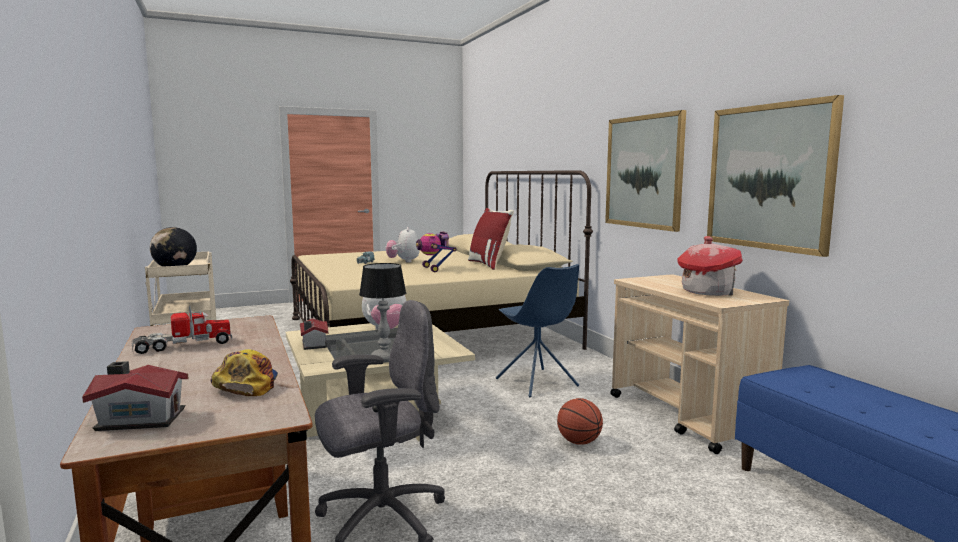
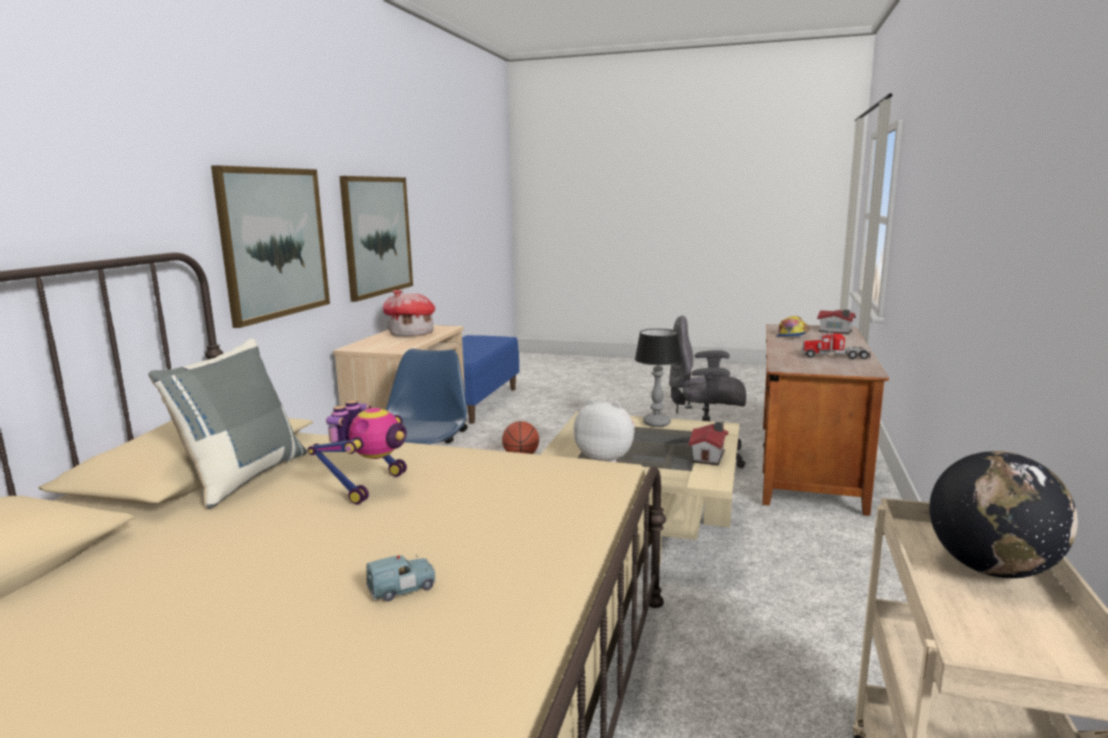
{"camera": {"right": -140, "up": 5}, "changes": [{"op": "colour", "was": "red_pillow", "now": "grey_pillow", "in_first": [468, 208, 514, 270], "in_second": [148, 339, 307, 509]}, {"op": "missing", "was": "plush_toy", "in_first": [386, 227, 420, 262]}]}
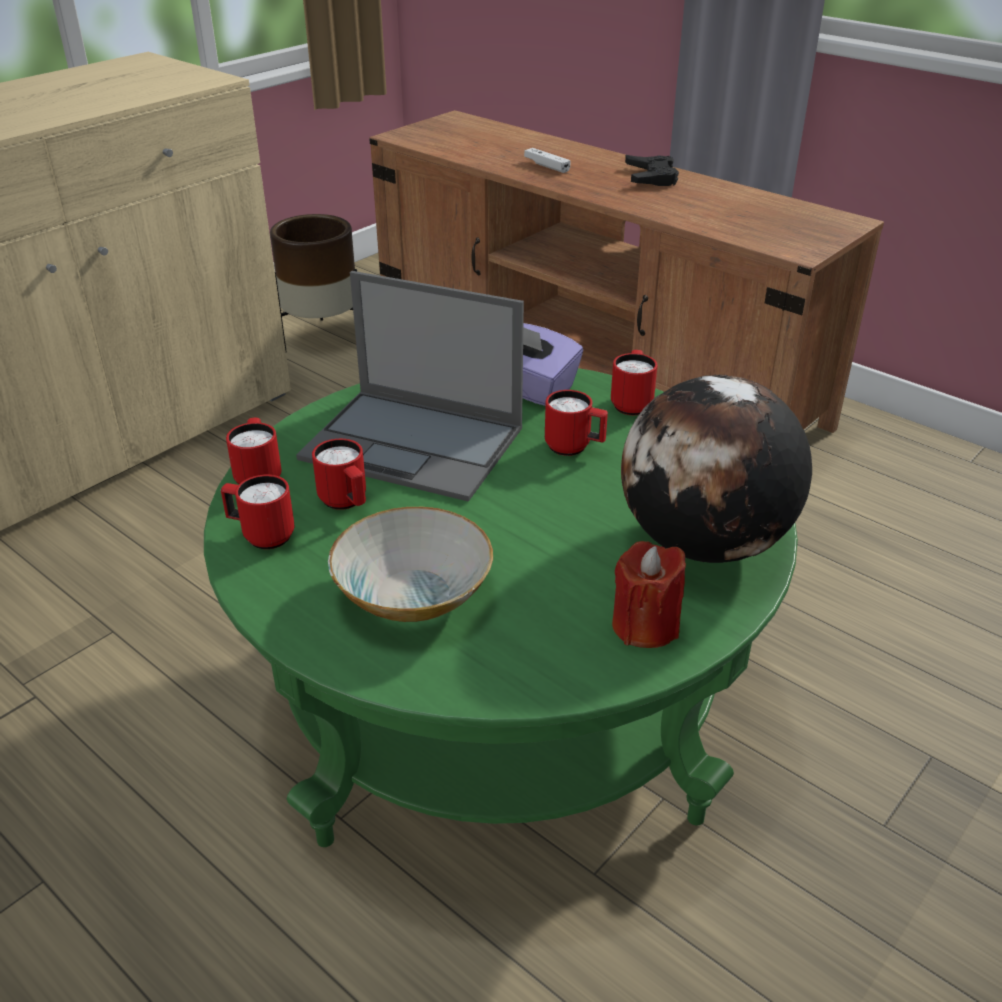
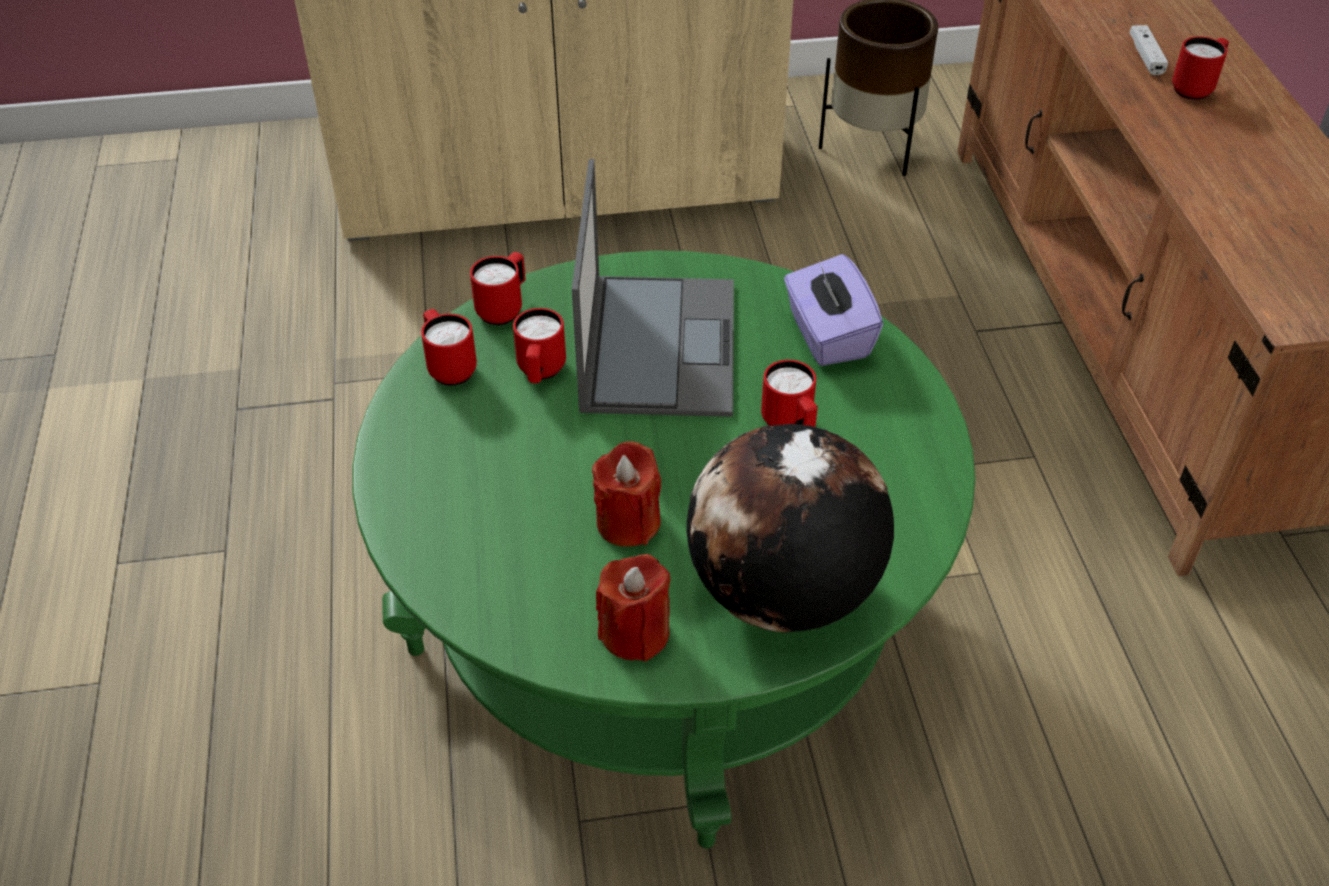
{"camera": {"right": 40, "up": 10}, "changes": [{"op": "missing", "was": "black_game_controller", "in_first": [625, 155, 679, 186]}, {"op": "spun", "was": "laptop", "in_first": [296, 271, 524, 502], "in_second": [572, 159, 734, 417], "clockwise": -150}, {"op": "relocated", "was": "red_mug", "in_first": [611, 350, 657, 415], "in_second": [1172, 36, 1229, 100]}, {"op": "missing", "was": "bowl", "in_first": [328, 507, 493, 622]}, {"op": "appeared", "now": "red_candle", "in_second": [592, 441, 661, 547]}]}
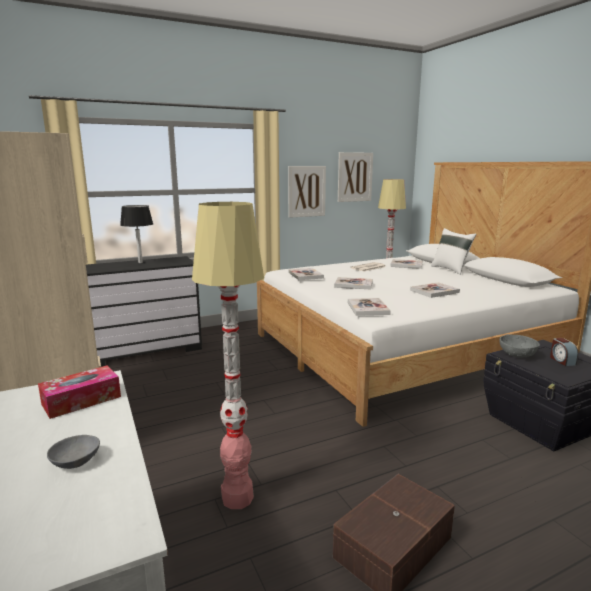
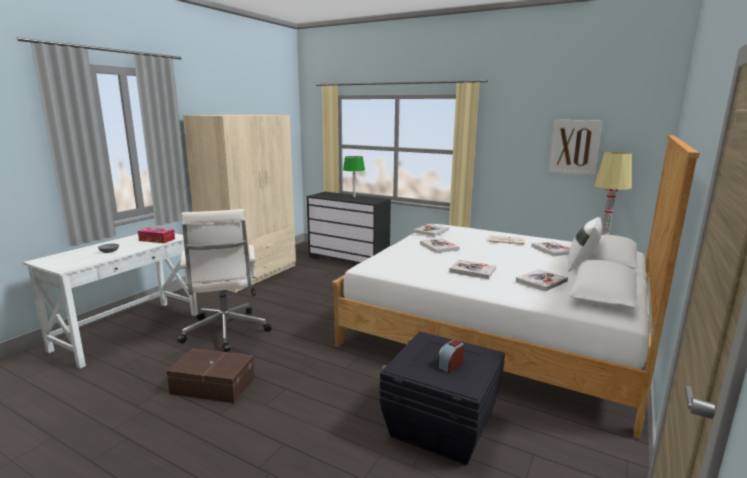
{"camera": {"right": 55, "up": 0}, "changes": [{"op": "missing", "was": "picture", "in_first": [288, 166, 326, 218]}, {"op": "exchanged", "was": "floor_lamp", "now": "white_office_chair", "in_first": [192, 202, 264, 509], "in_second": [177, 209, 272, 352]}, {"op": "colour", "was": "black_table_lamp", "now": "green_table_lamp", "in_first": [120, 205, 153, 263], "in_second": [343, 156, 365, 197]}, {"op": "relocated", "was": "book", "in_first": [348, 298, 391, 316], "in_second": [516, 269, 568, 291]}, {"op": "missing", "was": "grey_bowl", "in_first": [499, 334, 540, 358]}]}
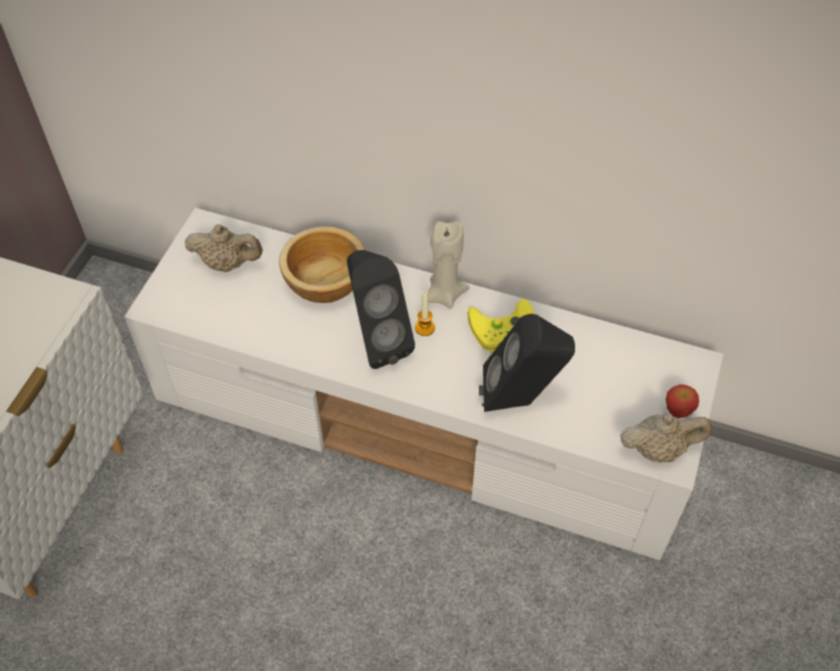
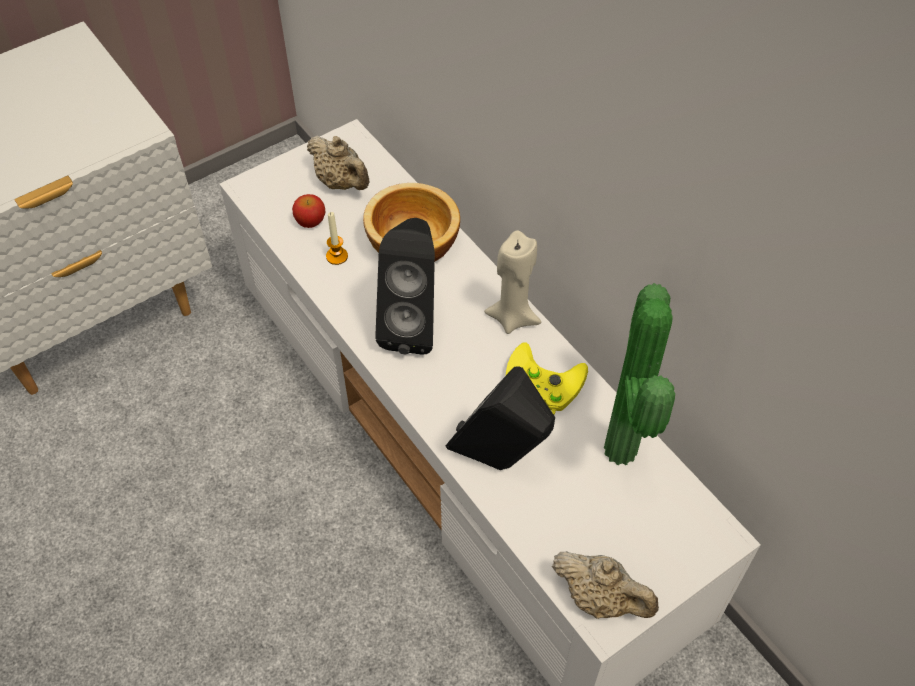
{"camera": {"right": 35, "up": 0}, "changes": [{"op": "relocated", "was": "candle", "in_first": [415, 290, 435, 336], "in_second": [326, 212, 348, 265]}, {"op": "relocated", "was": "apple", "in_first": [666, 384, 699, 418], "in_second": [292, 194, 326, 228]}, {"op": "appeared", "now": "potted_plant", "in_second": [604, 283, 675, 465]}]}
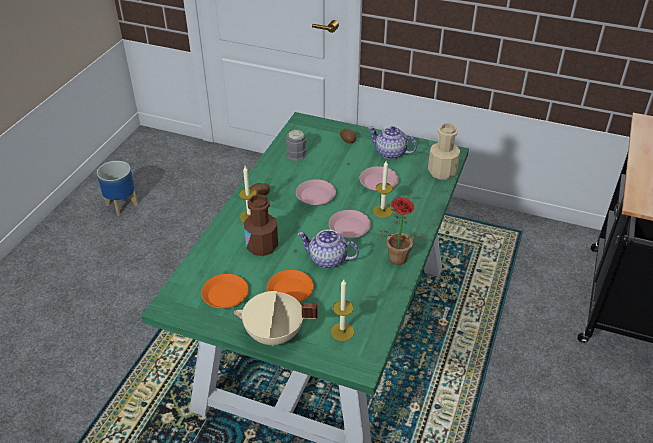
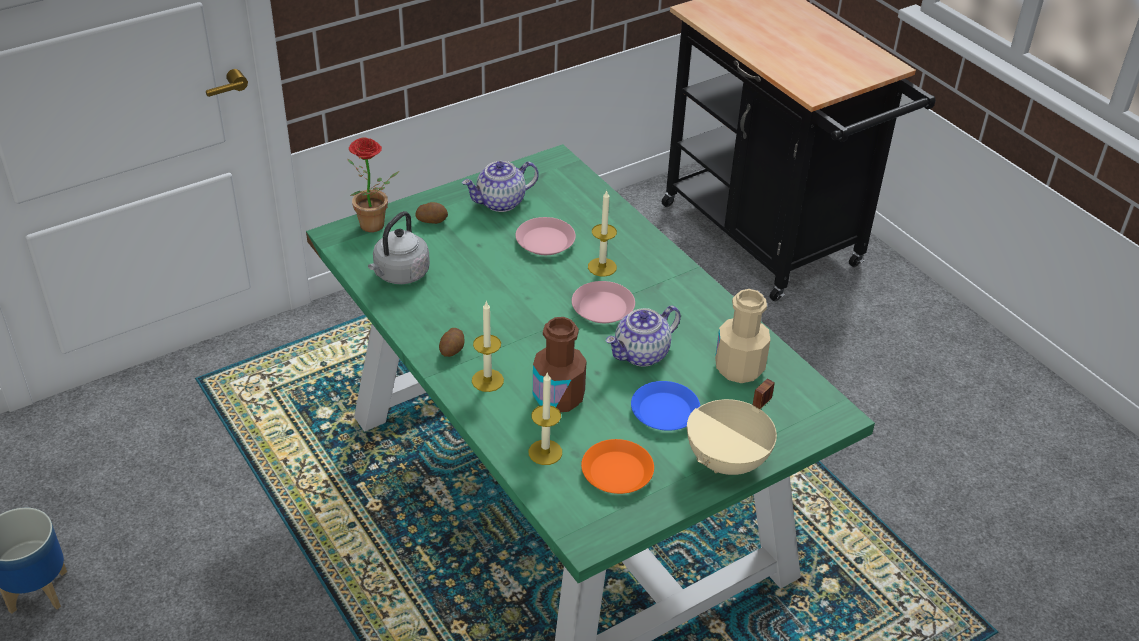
{"camera": {"right": -55, "up": 0}, "changes": [{"op": "relocated", "was": "beige_bottle", "in_first": [428, 123, 460, 180], "in_second": [715, 289, 770, 383]}, {"op": "exchanged", "was": "grey_mug", "now": "grey_kettle", "in_first": [286, 129, 306, 161], "in_second": [368, 211, 430, 284]}, {"op": "missing", "was": "pink_plate", "in_first": [296, 179, 336, 206]}, {"op": "relocated", "was": "potted_plant", "in_first": [378, 198, 429, 265], "in_second": [348, 138, 399, 232]}, {"op": "colour", "was": "orange_plate", "now": "blue_plate", "in_first": [267, 270, 314, 302], "in_second": [631, 381, 700, 431]}, {"op": "relocated", "was": "candle", "in_first": [331, 279, 354, 341], "in_second": [529, 373, 562, 465]}]}
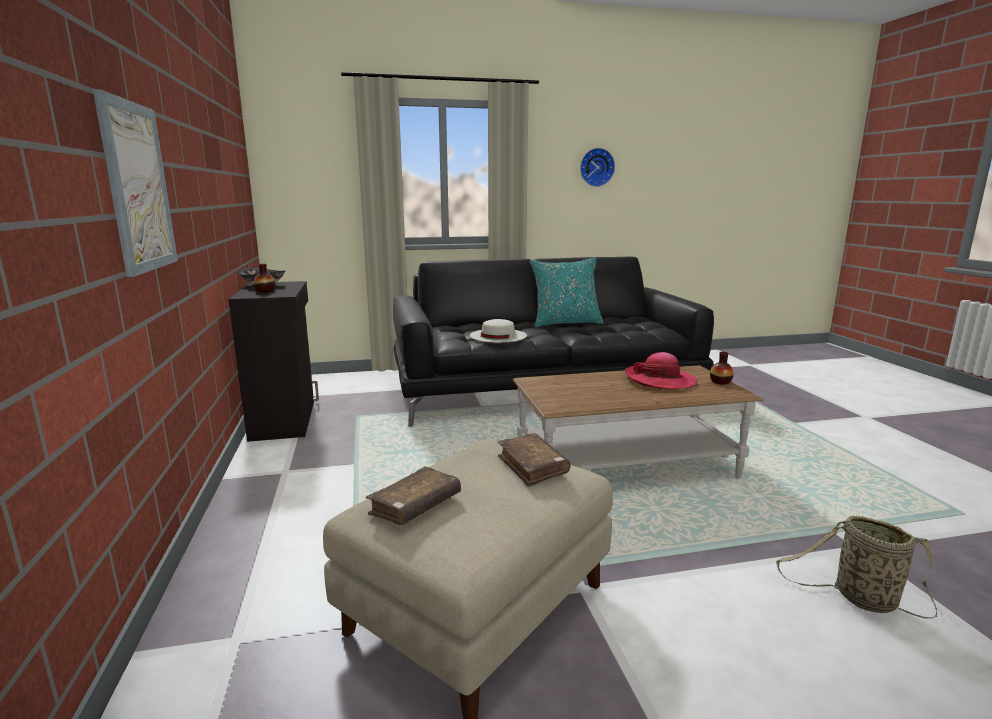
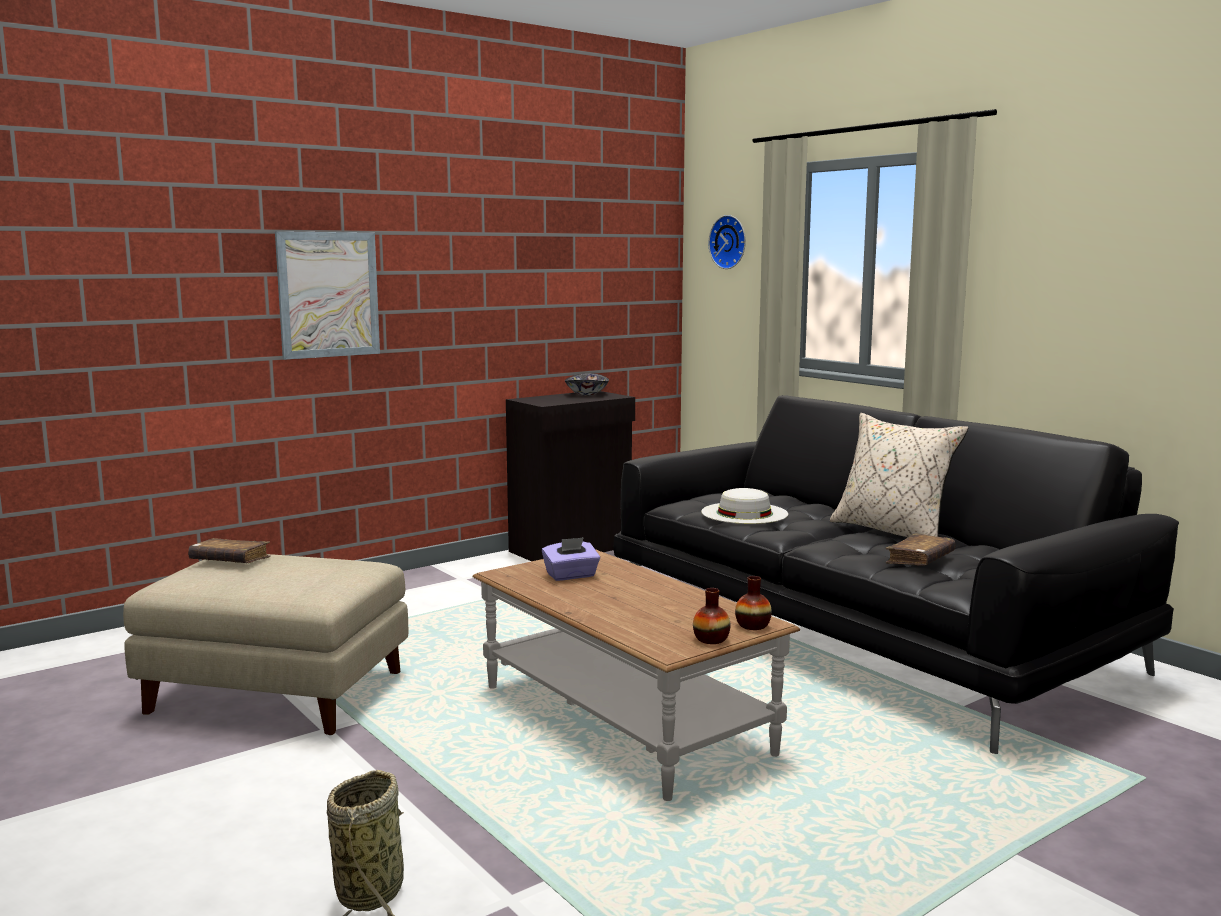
{"camera": {"right": 65, "up": -5}, "changes": [{"op": "relocated", "was": "wall_clock", "in_first": [580, 148, 615, 187], "in_second": [709, 215, 746, 269]}, {"op": "colour", "was": "turquoise_pillow", "now": "beige_pillow", "in_first": [529, 257, 604, 327], "in_second": [830, 413, 968, 538]}, {"op": "relocated", "was": "vase", "in_first": [254, 264, 275, 292], "in_second": [735, 576, 772, 630]}, {"op": "missing", "was": "hat", "in_first": [625, 352, 697, 390]}, {"op": "relocated", "was": "brown_book", "in_first": [498, 433, 570, 487], "in_second": [885, 534, 956, 566]}, {"op": "appeared", "now": "purple_tissue_box", "in_second": [542, 537, 600, 581]}]}
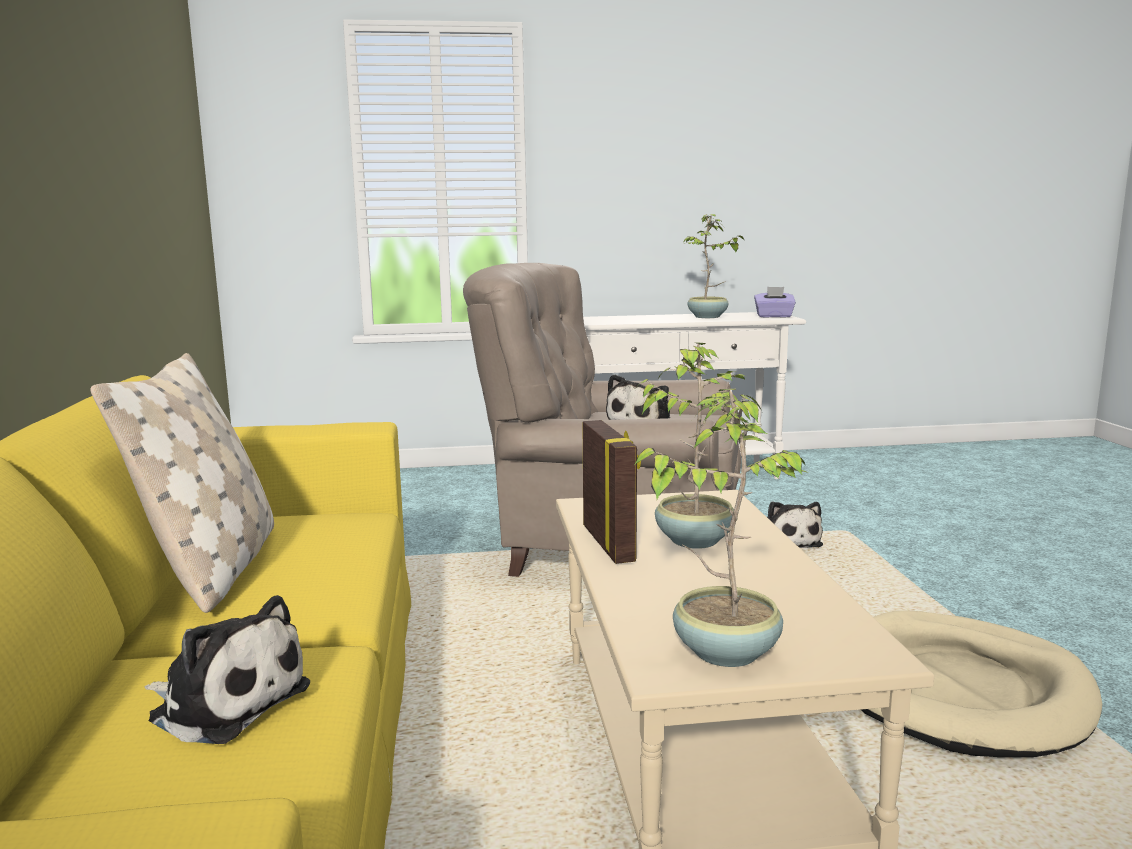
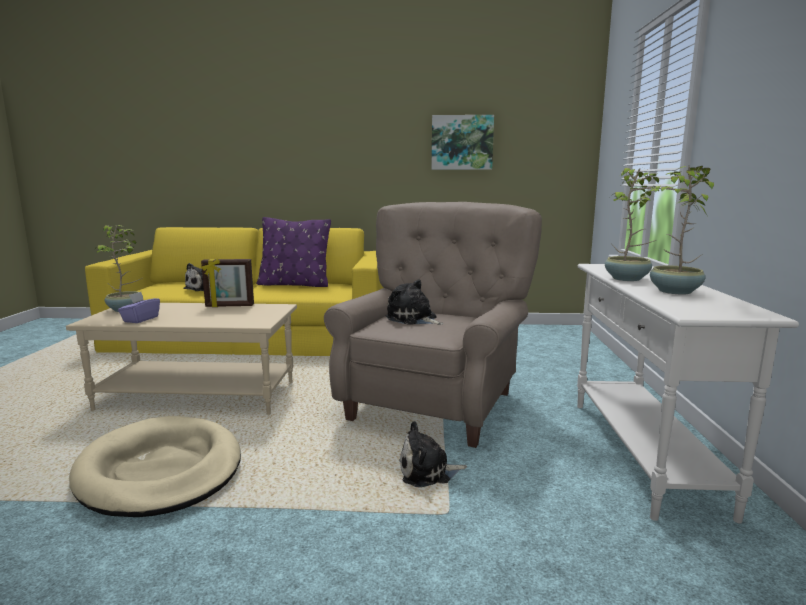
{"camera": {"right": 100, "up": 0}, "changes": [{"op": "relocated", "was": "purple_tissue_box", "in_first": [754, 287, 796, 317], "in_second": [118, 292, 160, 323]}, {"op": "relocated", "was": "potted_plant", "in_first": [635, 342, 746, 549], "in_second": [605, 168, 659, 281]}, {"op": "colour", "was": "beige_pillow", "now": "purple_pillow", "in_first": [90, 353, 274, 613], "in_second": [257, 217, 331, 287]}, {"op": "appeared", "now": "picture", "in_second": [431, 115, 494, 170]}]}
